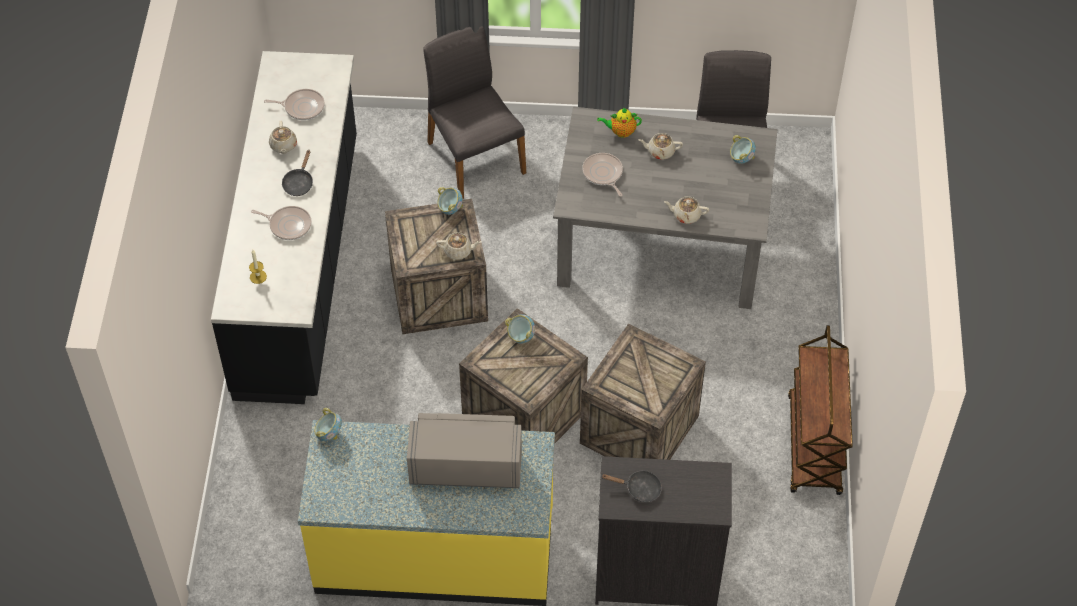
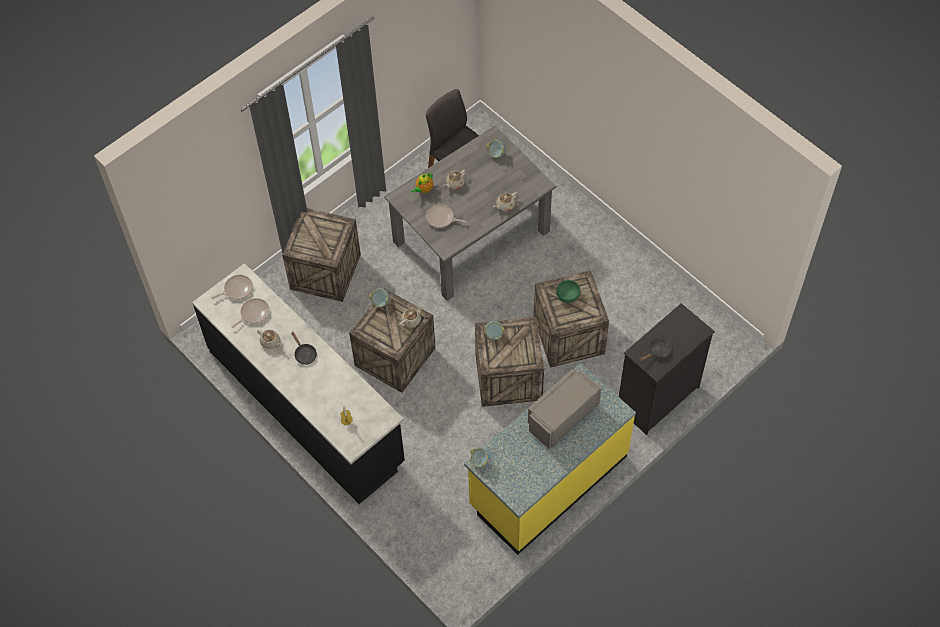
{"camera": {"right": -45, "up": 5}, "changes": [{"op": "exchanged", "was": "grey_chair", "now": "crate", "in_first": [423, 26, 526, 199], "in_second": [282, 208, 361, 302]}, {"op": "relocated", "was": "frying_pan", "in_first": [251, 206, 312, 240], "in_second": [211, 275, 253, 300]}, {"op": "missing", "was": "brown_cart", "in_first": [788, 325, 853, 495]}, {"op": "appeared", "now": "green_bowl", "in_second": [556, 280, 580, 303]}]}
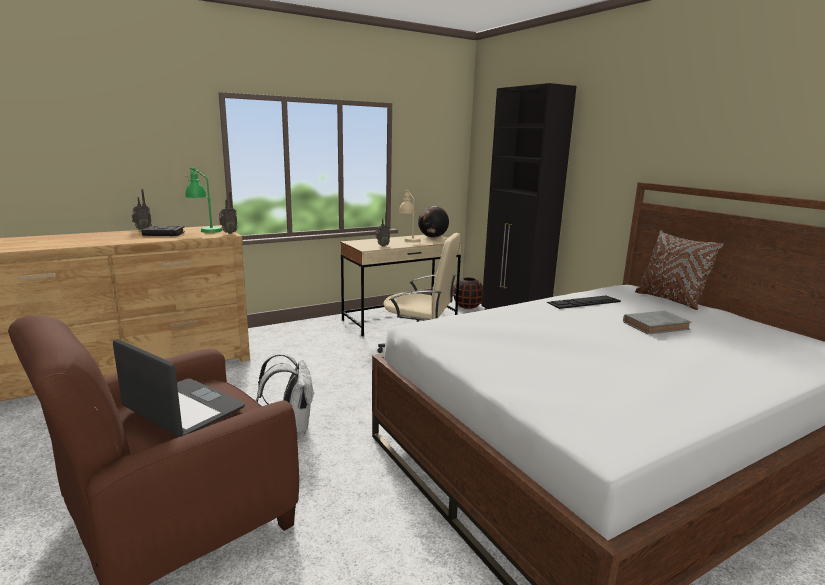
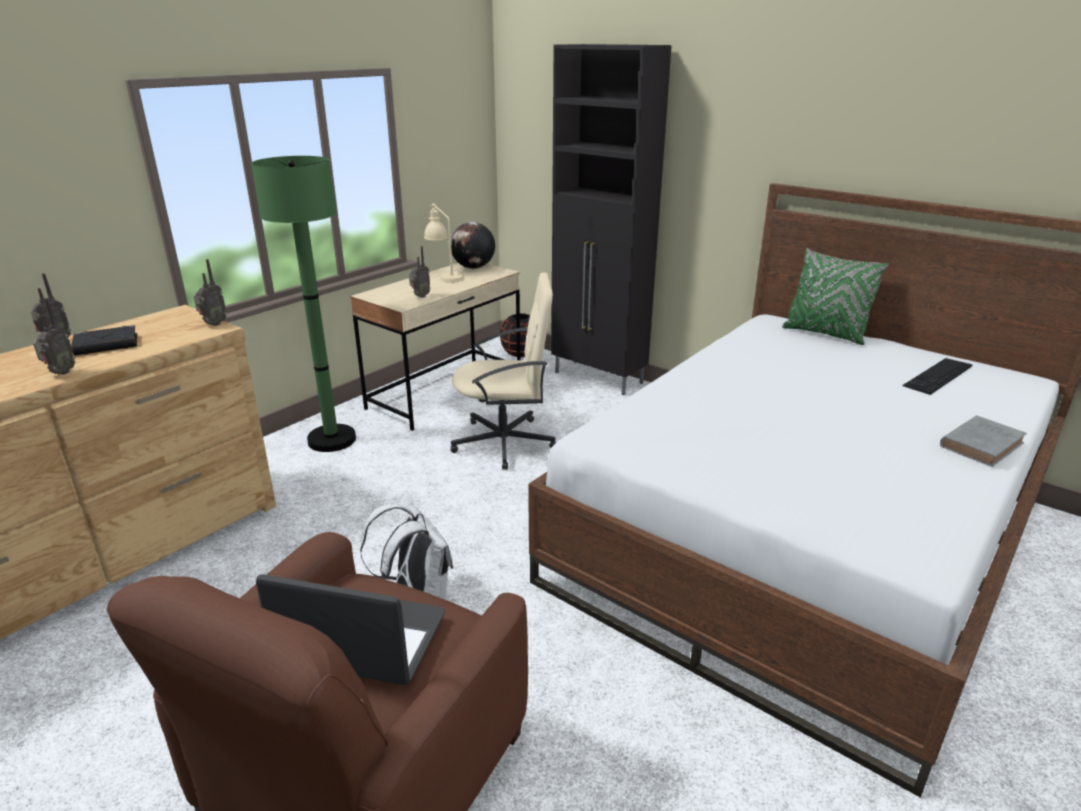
{"camera": {"right": -20, "up": 10}, "changes": [{"op": "missing", "was": "green_table_lamp", "in_first": [185, 167, 223, 233]}, {"op": "colour", "was": "brown_pillow", "now": "green_pillow", "in_first": [635, 231, 724, 310], "in_second": [782, 248, 888, 345]}, {"op": "relocated", "was": "keyboard", "in_first": [547, 296, 621, 309], "in_second": [902, 358, 973, 395]}, {"op": "relocated", "was": "grey_book", "in_first": [623, 311, 691, 335], "in_second": [940, 415, 1027, 467]}, {"op": "appeared", "now": "green_floor_lamp", "in_second": [251, 156, 356, 452]}, {"op": "appeared", "now": "radio", "in_second": [33, 298, 75, 375]}]}
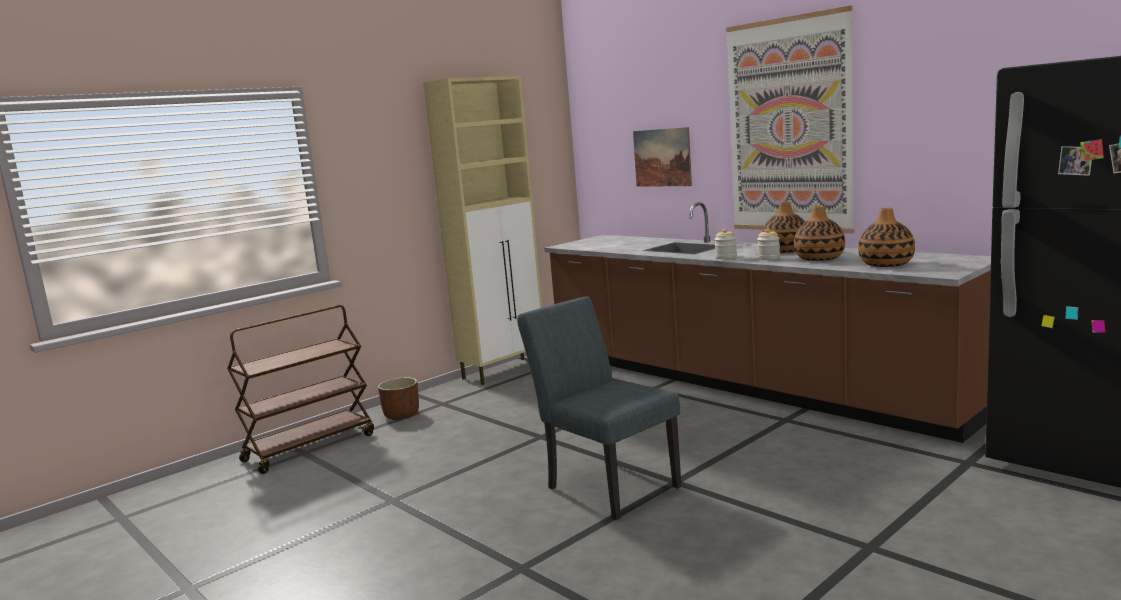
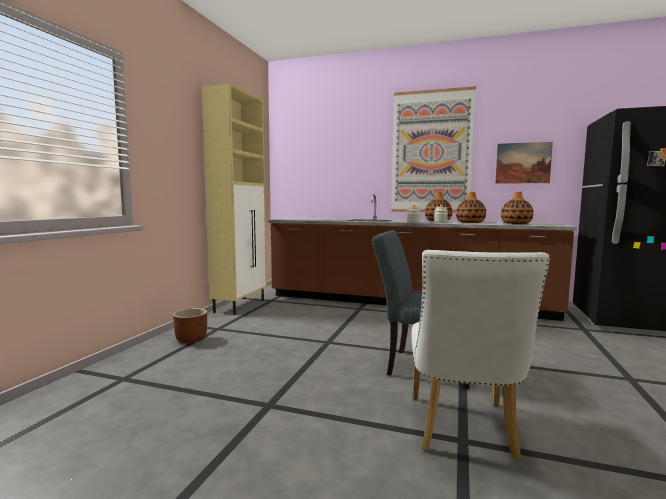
{"camera": {"right": -30, "up": -5}, "changes": [{"op": "relocated", "was": "picture", "in_first": [633, 127, 692, 187], "in_second": [495, 142, 553, 184]}, {"op": "missing", "was": "brown_cart", "in_first": [227, 305, 374, 474]}, {"op": "appeared", "now": "white_chair", "in_second": [411, 250, 549, 460]}]}
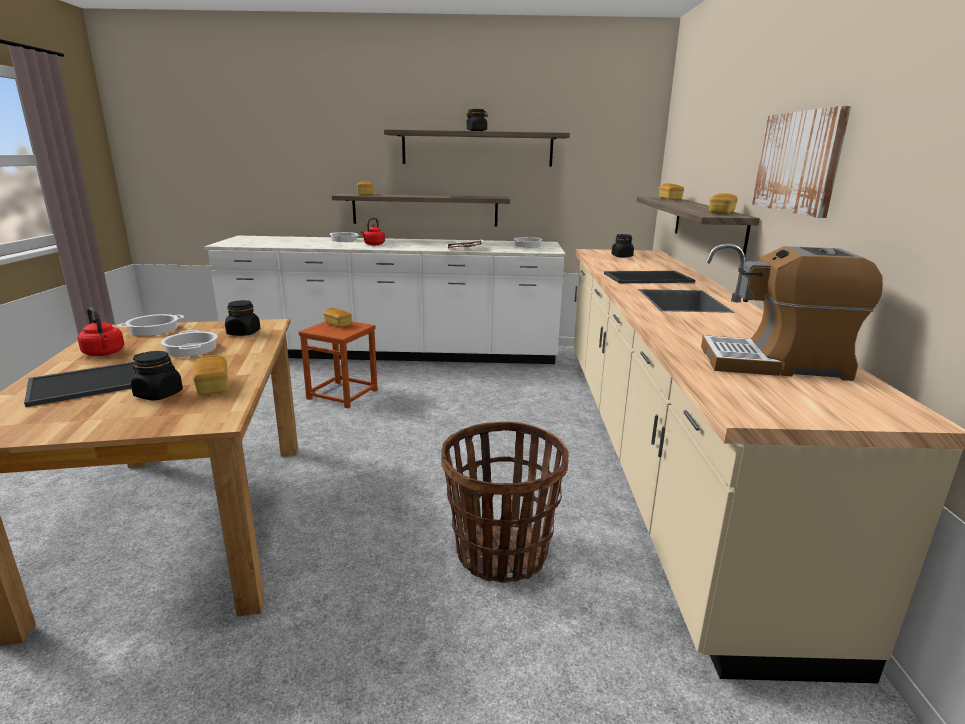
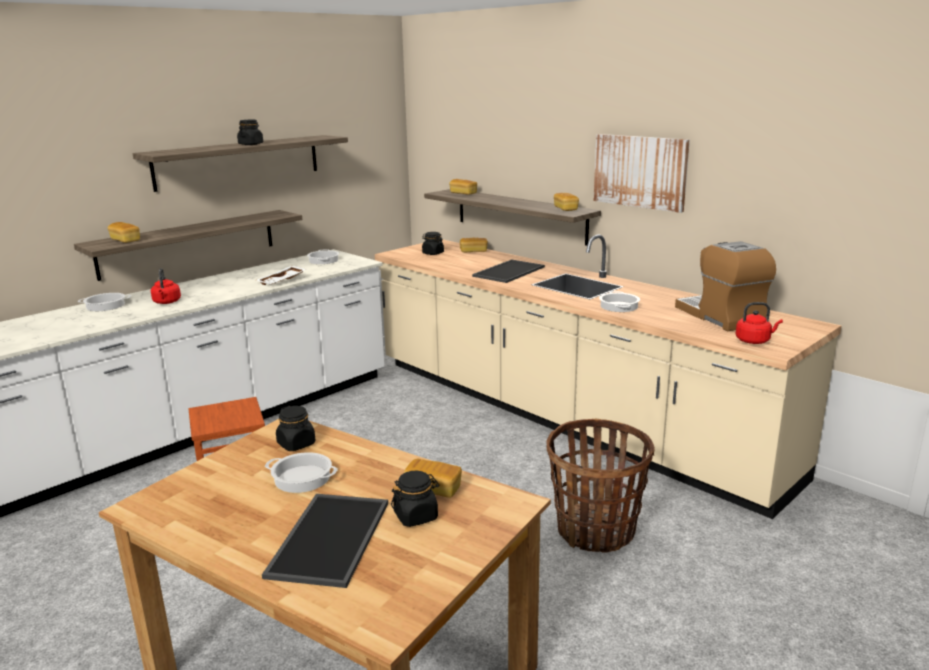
{"camera": {"right": -45, "up": 0}, "changes": [{"op": "spun", "was": "coffee_machine", "in_first": [701, 246, 883, 381], "in_second": [675, 241, 776, 332], "clockwise": 105}, {"op": "relocated", "was": "red_kettle", "in_first": [77, 307, 124, 356], "in_second": [736, 302, 783, 344]}, {"op": "relocated", "was": "bread", "in_first": [323, 308, 352, 327], "in_second": [460, 238, 488, 252]}, {"op": "relocated", "was": "cooking_pot", "in_first": [117, 314, 184, 336], "in_second": [599, 291, 640, 312]}]}
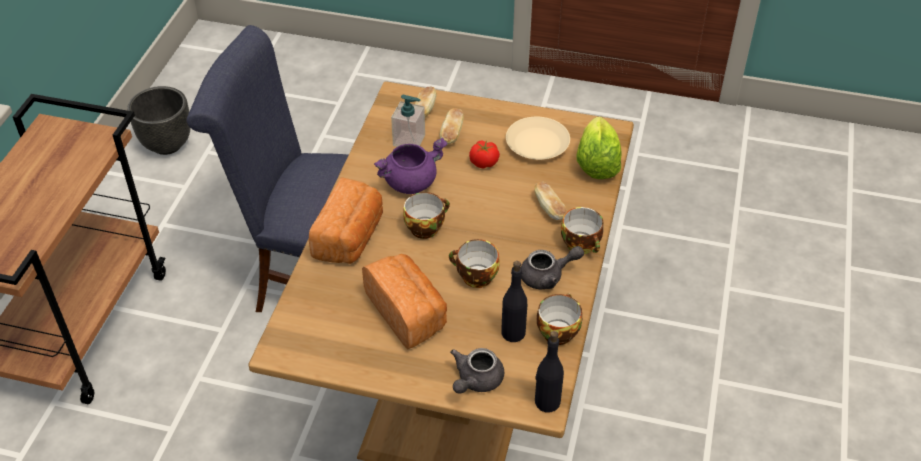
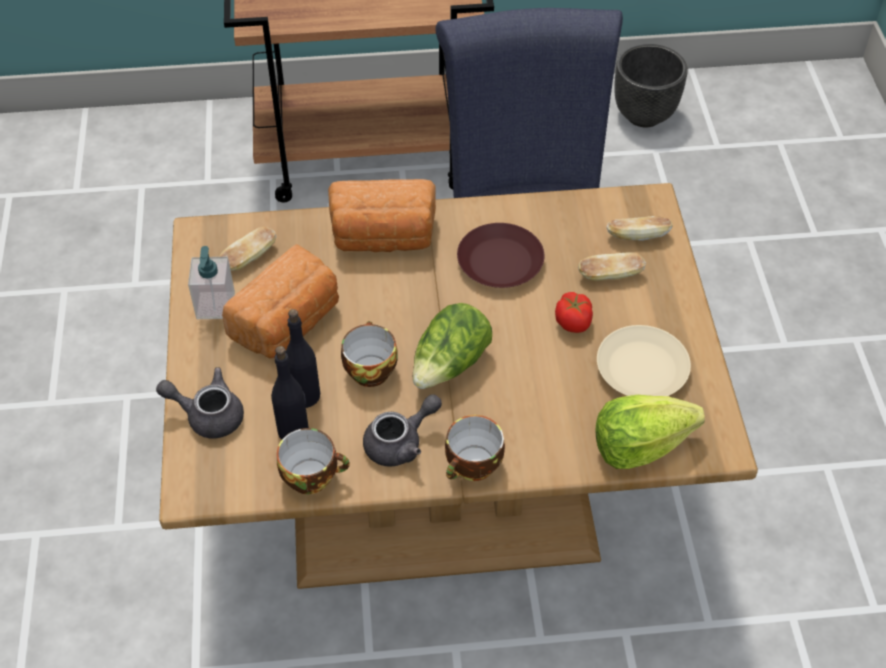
{"camera": {"right": 70, "up": 5}, "changes": [{"op": "relocated", "was": "soap_dispenser", "in_first": [391, 95, 425, 147], "in_second": [188, 246, 235, 319]}, {"op": "exchanged", "was": "purple_cooking_pot", "now": "brown_plate", "in_first": [374, 138, 447, 194], "in_second": [457, 223, 544, 288]}, {"op": "relocated", "was": "bread", "in_first": [534, 182, 567, 220], "in_second": [219, 227, 276, 271]}, {"op": "missing", "was": "cup", "in_first": [403, 192, 450, 239]}, {"op": "spun", "was": "grey_teapot", "in_first": [521, 246, 584, 289], "in_second": [363, 394, 442, 467], "clockwise": -90}, {"op": "relocated", "was": "black_bottle", "in_first": [535, 331, 564, 412], "in_second": [286, 309, 320, 408]}, {"op": "appeared", "now": "lettuce", "in_second": [413, 303, 492, 389]}]}
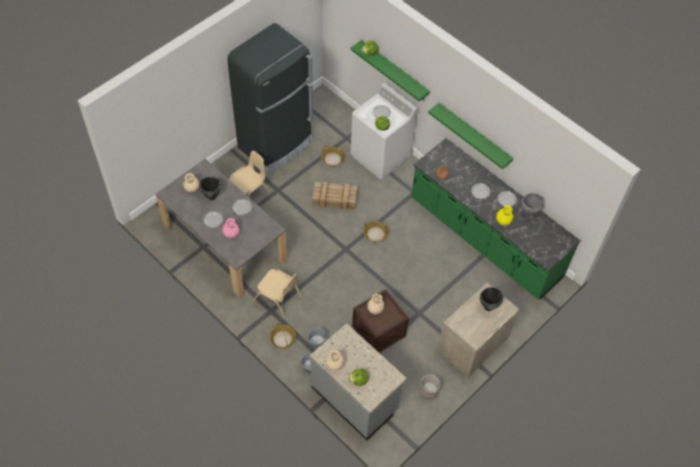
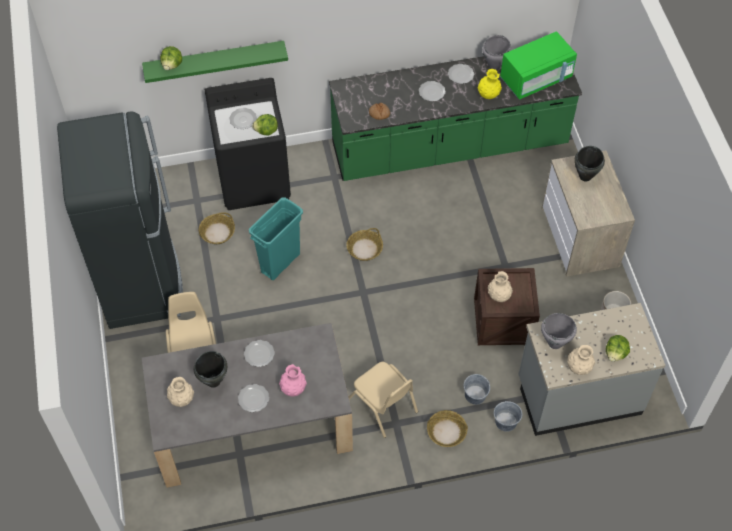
{"camera": {"right": -55, "up": 0}, "changes": [{"op": "colour", "was": "white_washing_machine", "now": "black_washing_machine", "in_first": [351, 83, 418, 180], "in_second": [205, 78, 291, 210]}, {"op": "missing", "was": "green_shelf", "in_first": [428, 103, 513, 169]}, {"op": "exchanged", "was": "crate", "now": "turquoise_trash_can", "in_first": [312, 182, 357, 210], "in_second": [249, 198, 303, 280]}, {"op": "spun", "was": "beige_chair", "in_first": [253, 269, 302, 318], "in_second": [348, 362, 418, 438], "clockwise": 75}, {"op": "appeared", "now": "green_microwave", "in_second": [500, 31, 577, 100]}, {"op": "appeared", "now": "grey_cooking_pot", "in_second": [541, 313, 577, 349]}]}
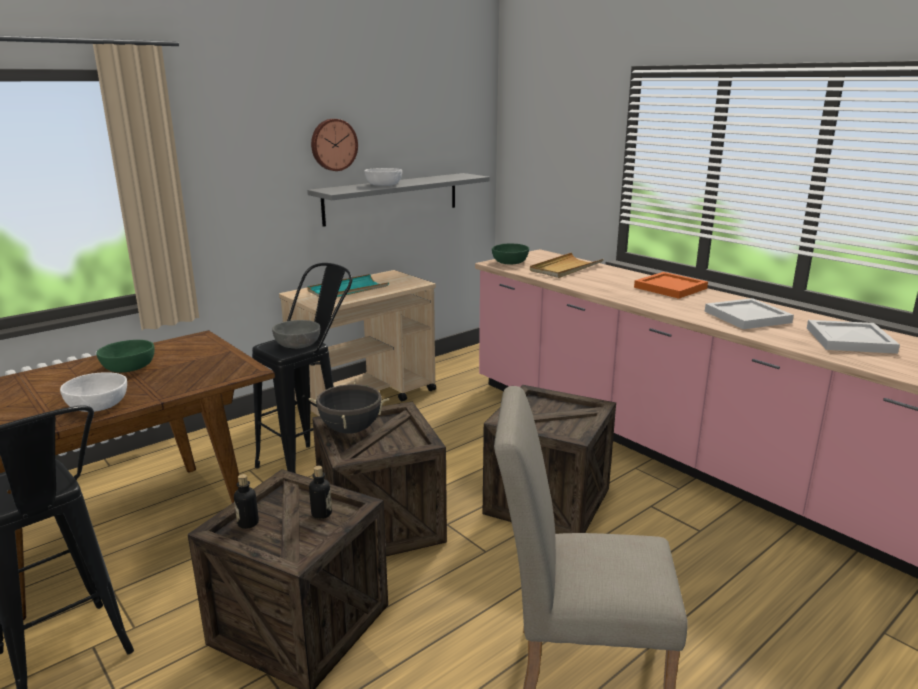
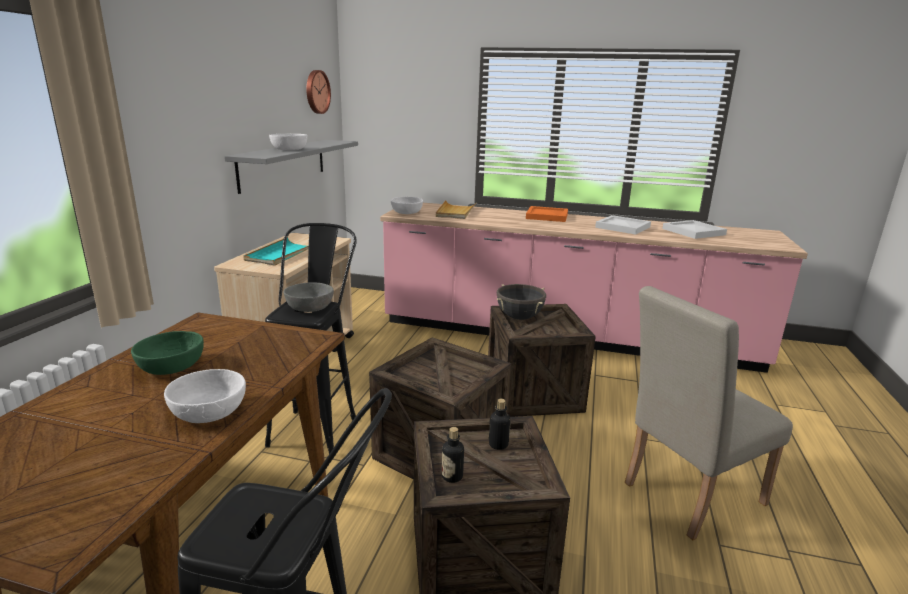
{"camera": {"right": -35, "up": 0}, "changes": [{"op": "relocated", "was": "wall_clock", "in_first": [311, 119, 358, 171], "in_second": [306, 70, 331, 114]}, {"op": "colour", "was": "green_bowl", "now": "white_bowl", "in_first": [492, 244, 529, 265], "in_second": [391, 197, 423, 214]}, {"op": "relocated", "was": "black_cooking_pot", "in_first": [309, 382, 389, 434], "in_second": [497, 284, 546, 320]}]}
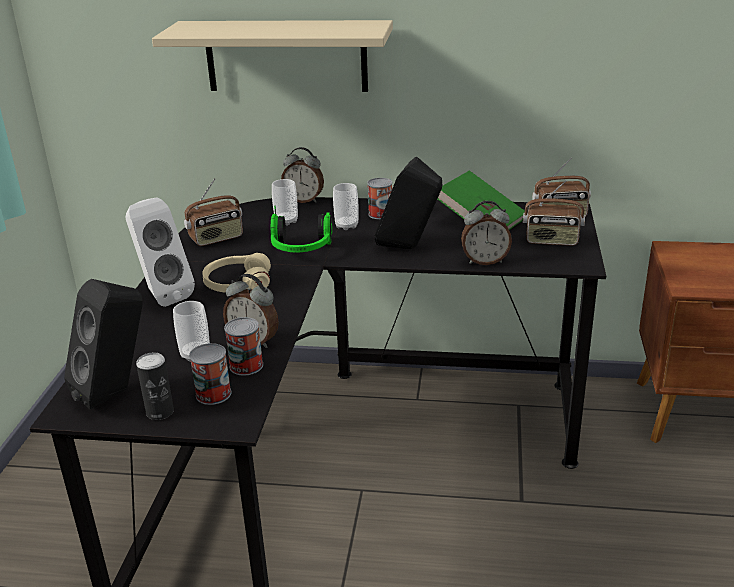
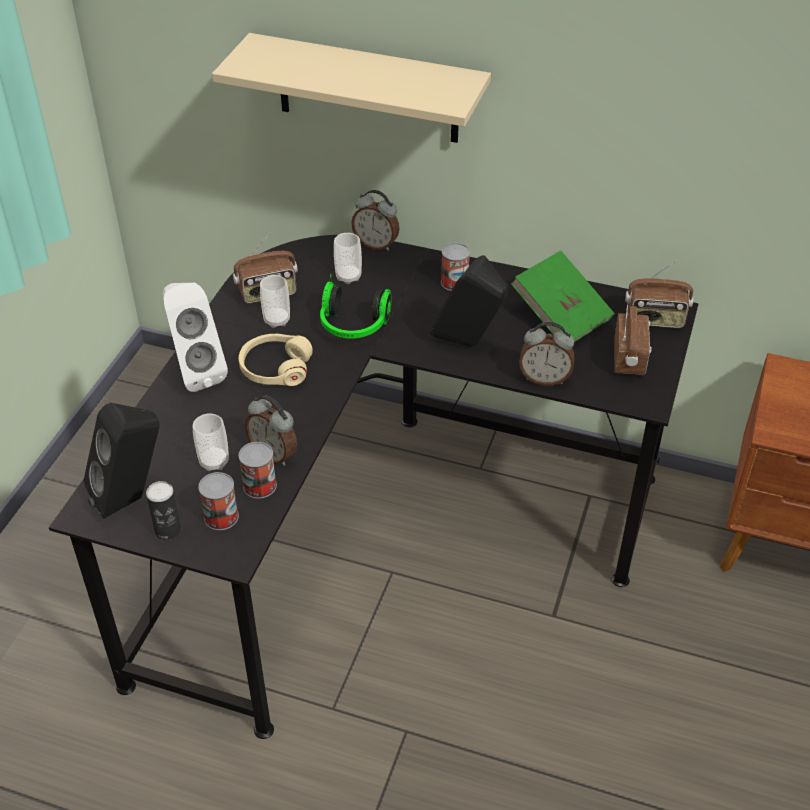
{"camera": {"right": 10, "up": 15}, "changes": [{"op": "spun", "was": "radio", "in_first": [523, 180, 585, 246], "in_second": [614, 301, 652, 375], "clockwise": -105}, {"op": "relocated", "was": "cup", "in_first": [333, 183, 359, 230], "in_second": [260, 275, 290, 328]}]}
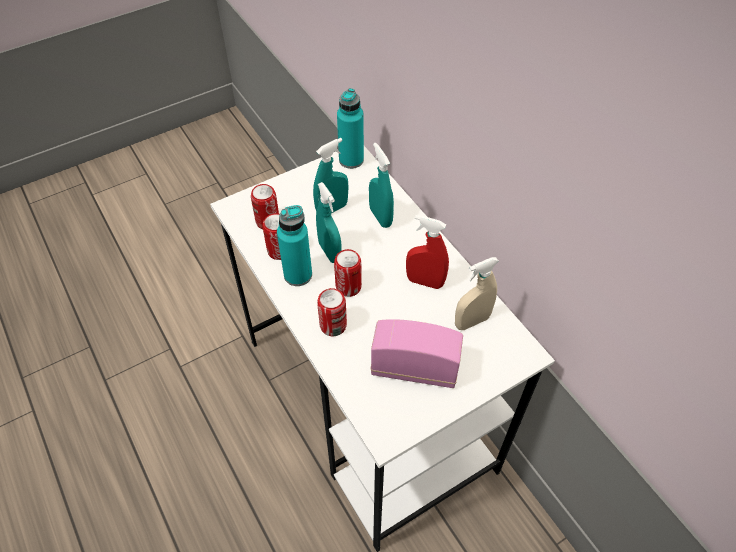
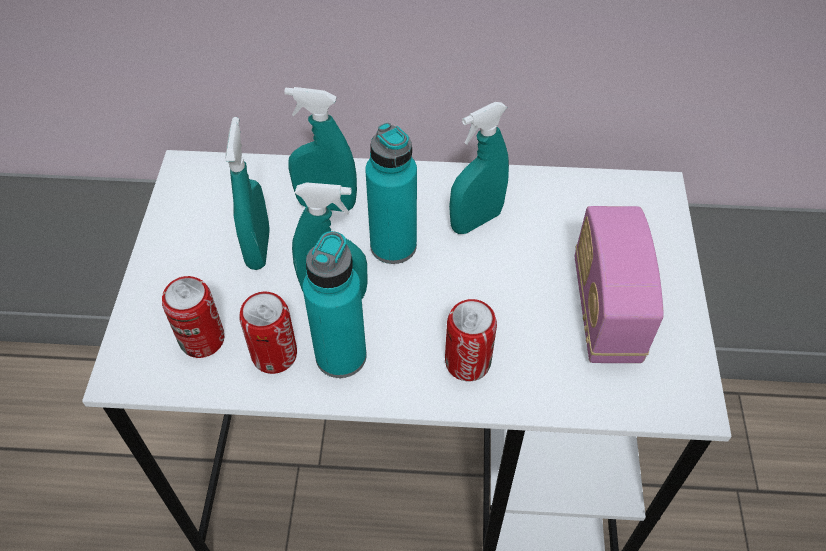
{"camera": {"right": -55, "up": 0}, "changes": [{"op": "relocated", "was": "turquoise_bottle", "in_first": [337, 88, 364, 169], "in_second": [365, 123, 417, 264]}, {"op": "colour", "was": "red_spray_bottle", "now": "turquoise_spray_bottle", "in_first": [406, 215, 449, 289], "in_second": [449, 102, 509, 234]}, {"op": "missing", "was": "can", "in_first": [334, 249, 362, 297]}, {"op": "missing", "was": "beige_spray_bottle", "in_first": [455, 257, 499, 330]}, {"op": "spun", "was": "radio", "in_first": [371, 319, 463, 388], "in_second": [575, 206, 664, 363], "clockwise": -45}]}
